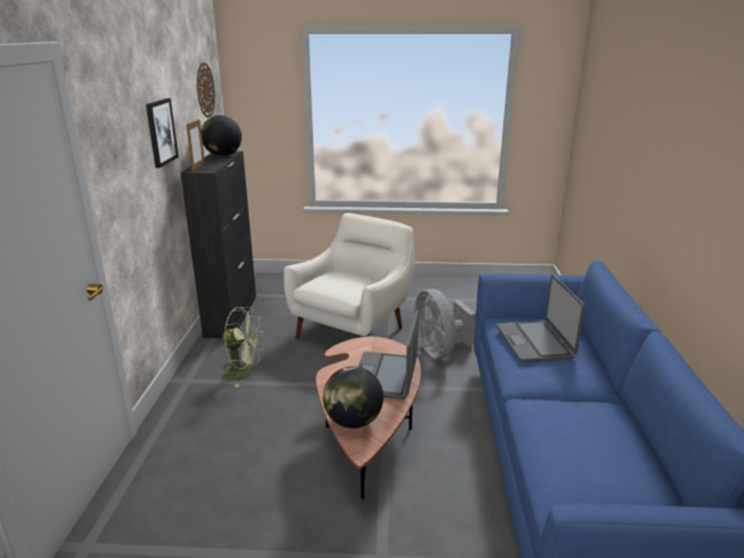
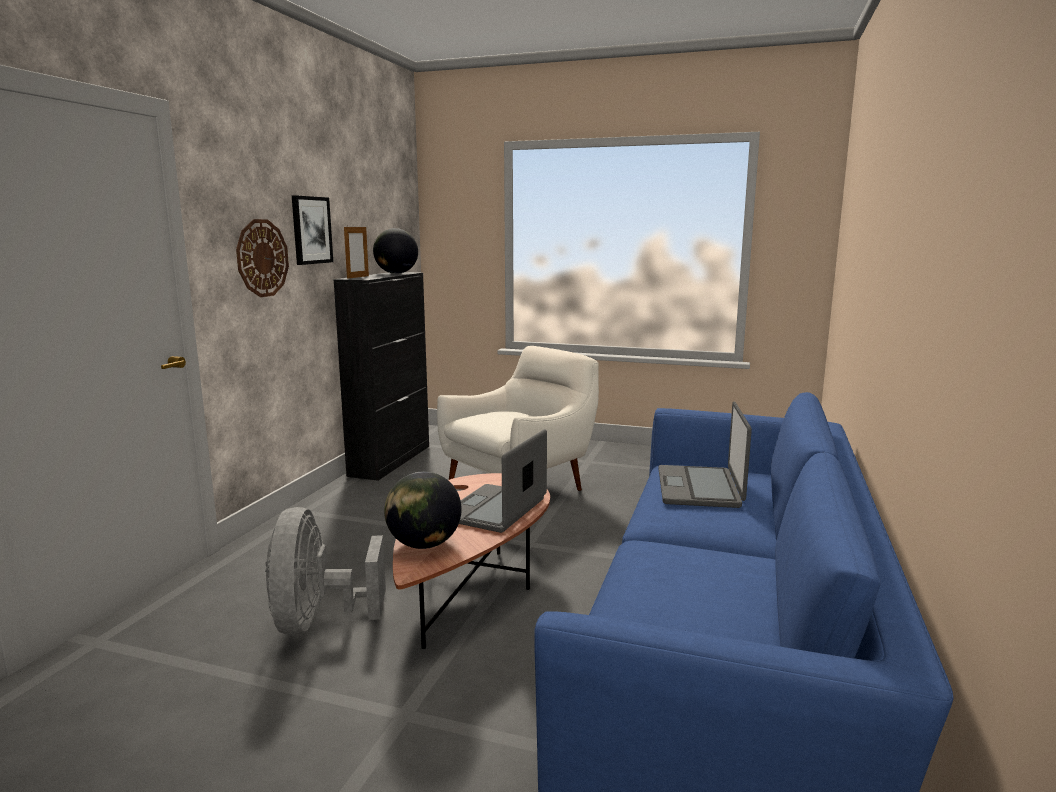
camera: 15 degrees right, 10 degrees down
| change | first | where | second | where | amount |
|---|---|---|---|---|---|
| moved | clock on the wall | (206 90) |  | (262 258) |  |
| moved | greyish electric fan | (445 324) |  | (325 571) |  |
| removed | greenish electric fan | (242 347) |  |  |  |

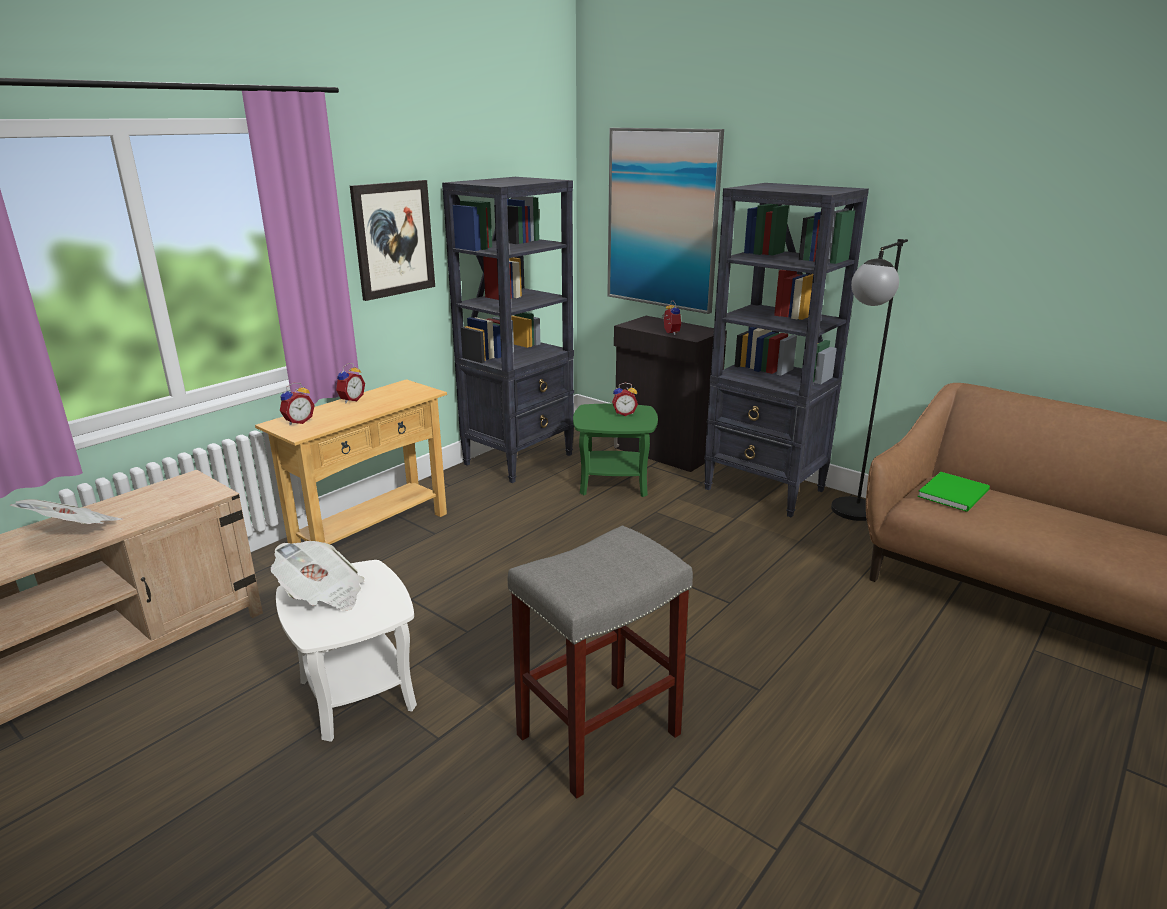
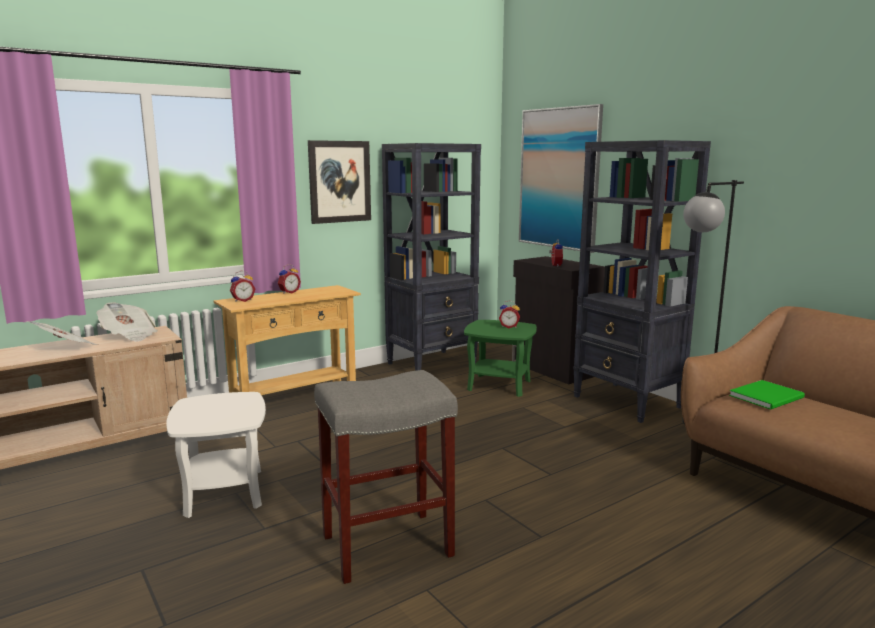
camera: 15 degrees right, 10 degrees down
| change | first | where | second | where | amount |
|---|---|---|---|---|---|
| moved | newspaper | (317 576) |  | (127 322) |  |

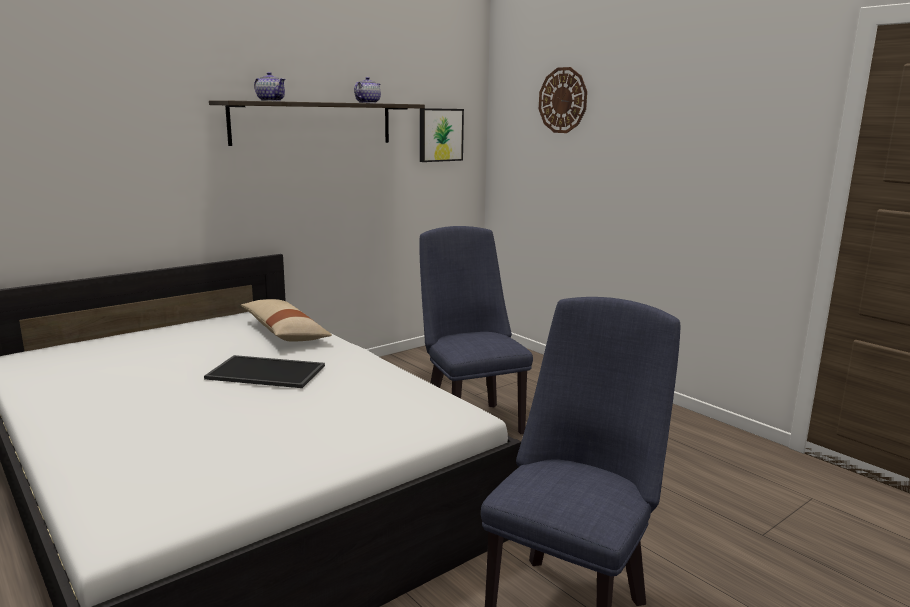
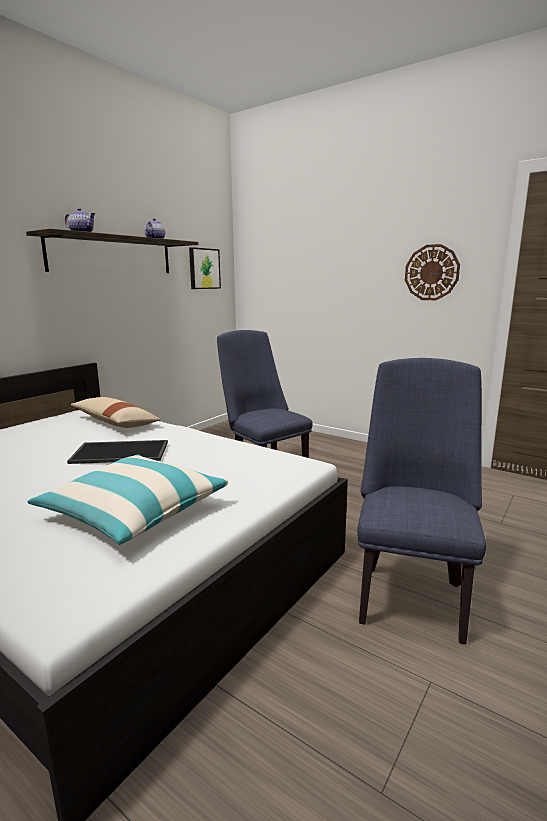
camera: 15 degrees left, 0 degrees up
| change | first | where | second | where | amount |
|---|---|---|---|---|---|
| moved | clock on the wall | (563 100) |  | (432 272) |  |
| added |  |  | throw pillow | (127 500) |  |

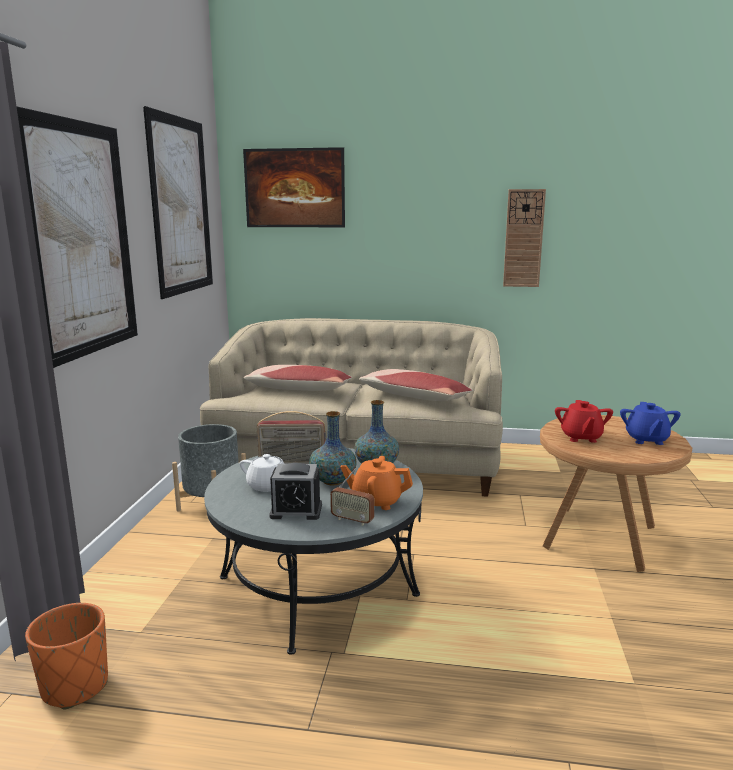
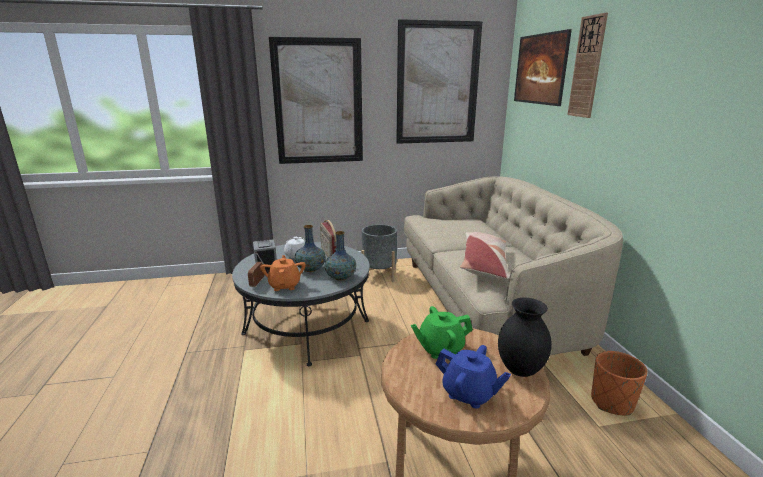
camera: 70 degrees right, 5 degrees up
| change | first | where | second | where | amount |
|---|---|---|---|---|---|
| moved | clock on the wall | (524 238) |  | (587 65) |  |
| removed | throw pillow | (298 378) |  |  |  |
| recoloured | red-coloured teapot | (584 421) | greenish teapot | (442 332) |  |
| turned | blue-coloured teapot | (650 423) |  | (473 376) | 135 degrees counterclockwise |
| moved | orange-coloured plant pot | (66 656) |  | (619 383) |  |
| added |  |  | black-coloured flower vase | (525 337) |  |

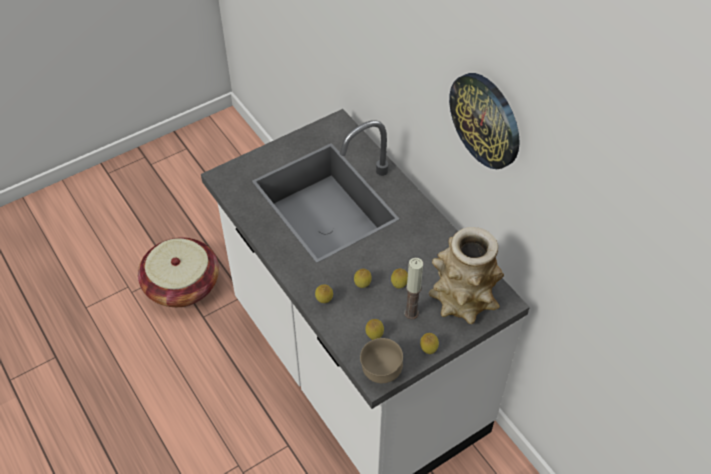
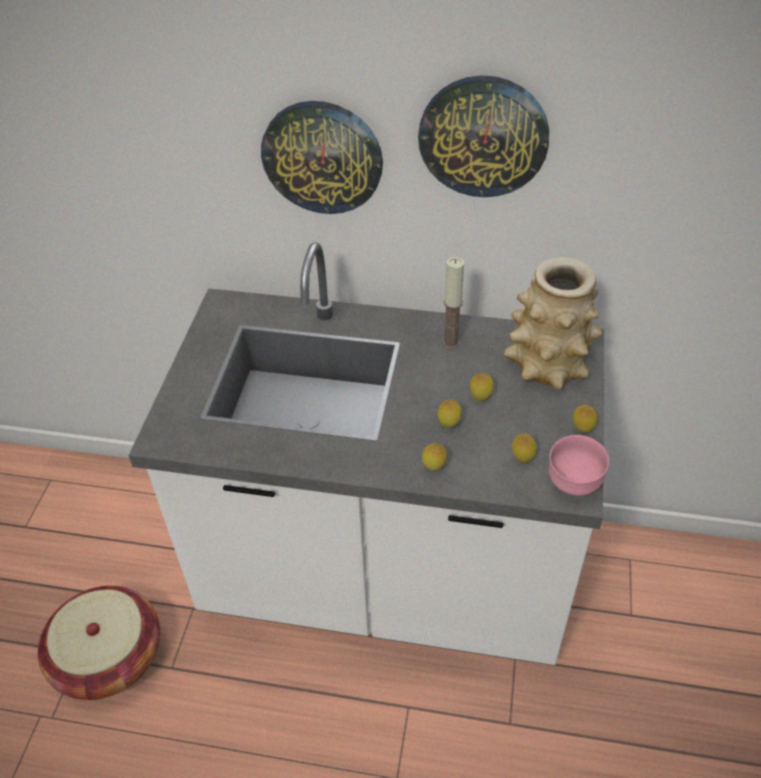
camera: 45 degrees left, 5 degrees down
| change | first | where | second | where | amount |
|---|---|---|---|---|---|
| moved | wax light | (413 289) |  | (453 303) |  |
| recoloured | brown-coloured bowl | (381 360) | pinkish bowl | (579 465) |  |
| added |  |  | clock on the wall | (322 157) |  |

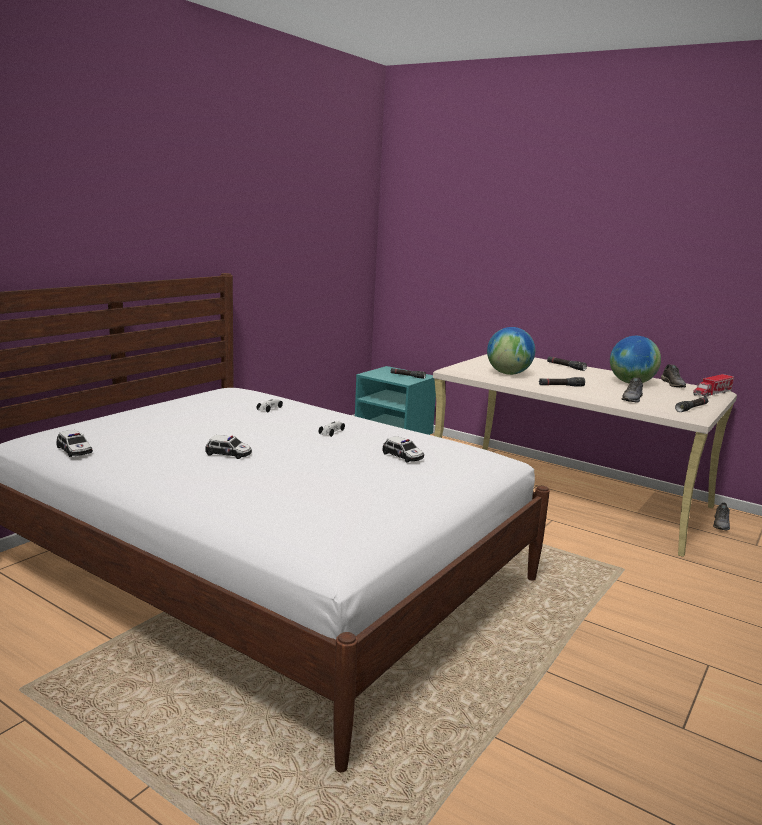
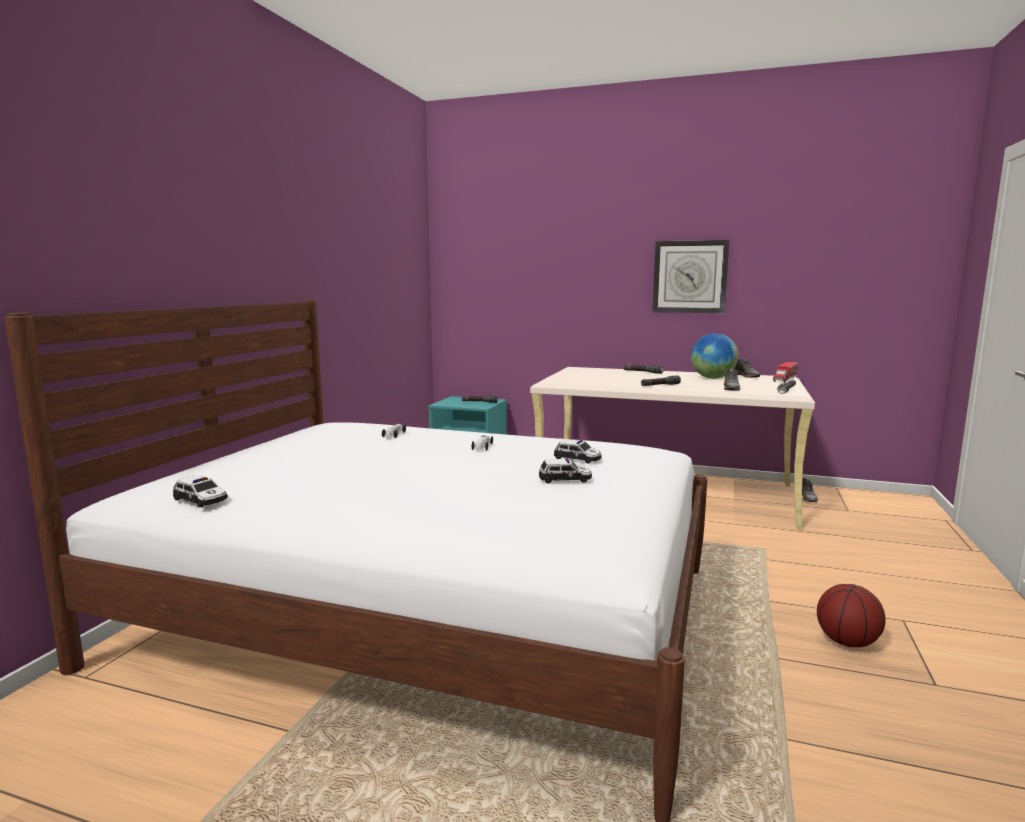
camera: 15 degrees left, 5 degrees down
| change | first | where | second | where | amount |
|---|---|---|---|---|---|
| removed | world globe | (511 351) |  |  |  |
| moved | toy car | (228 447) |  | (565 470) |  |
| added |  |  | clock on the wall | (690 276) |  |
| added |  |  | ball for basketball | (851 615) |  |

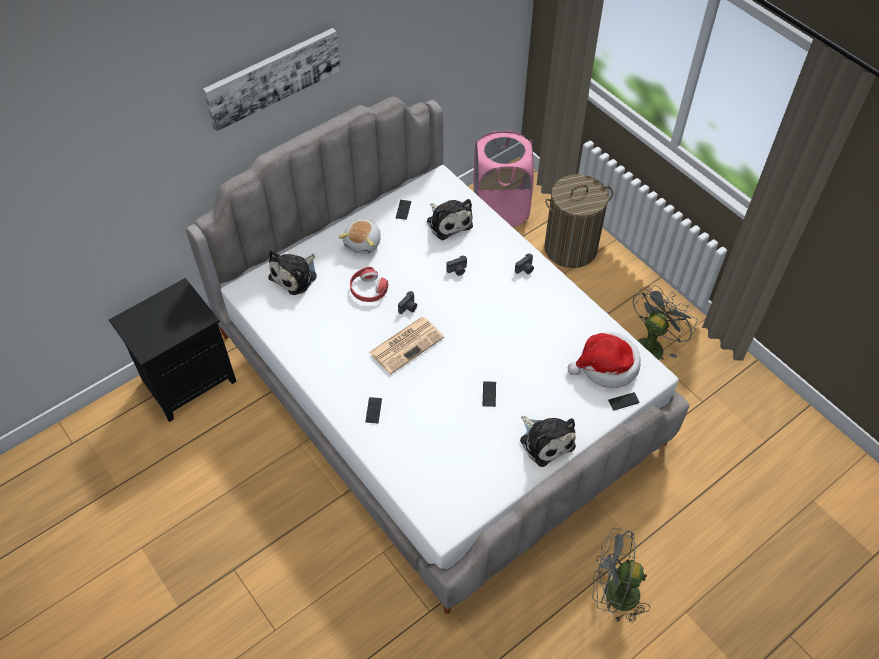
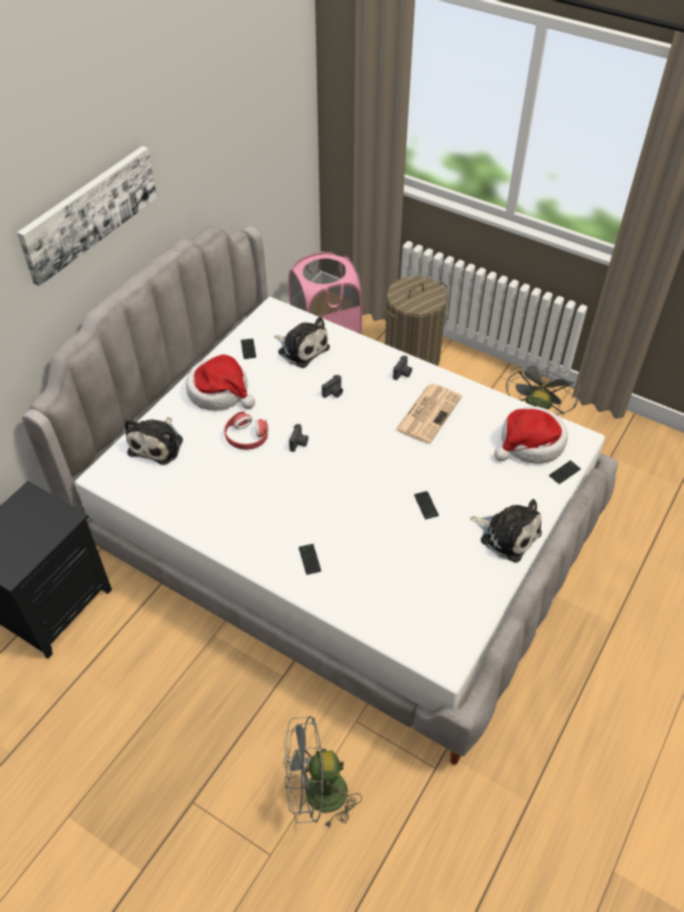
camera: 20 degrees left, 5 degrees down
| change | first | where | second | where | amount |
|---|---|---|---|---|---|
| replaced | cuddly toy | (360 237) | clothing hat | (220 382) |  |
| moved | newspaper | (406 345) |  | (428 414) |  |
| moved | greyish electric fan | (621 575) |  | (323 772) |  |

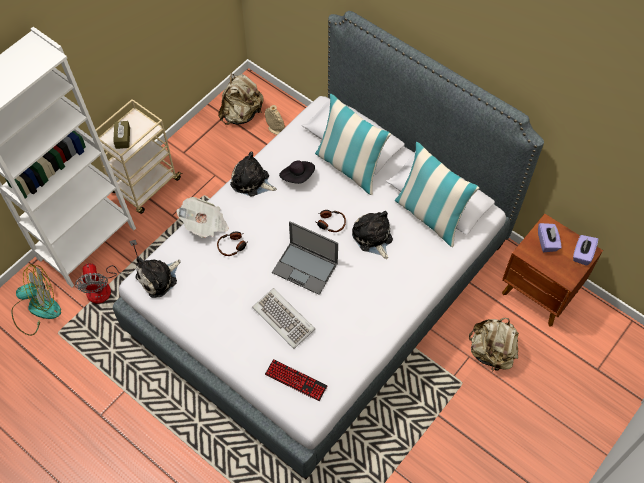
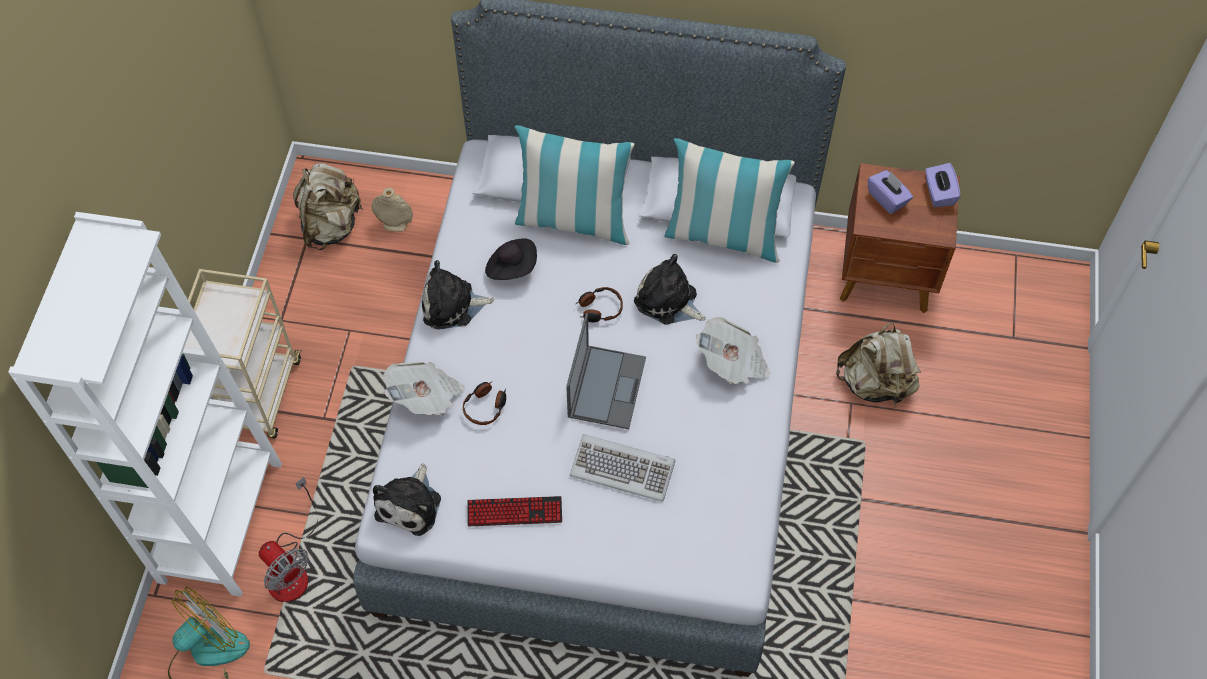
camera: 30 degrees left, 0 degrees up
| change | first | where | second | where | amount |
|---|---|---|---|---|---|
| removed | brown-coloured tissue holder | (121 135) |  |  |  |
| turned | portable computer | (305 258) |  | (606 371) | 75 degrees counterclockwise |
| moved | keyboard | (296 380) |  | (514 511) |  |
| added |  |  | newspaper | (733 351) |  |

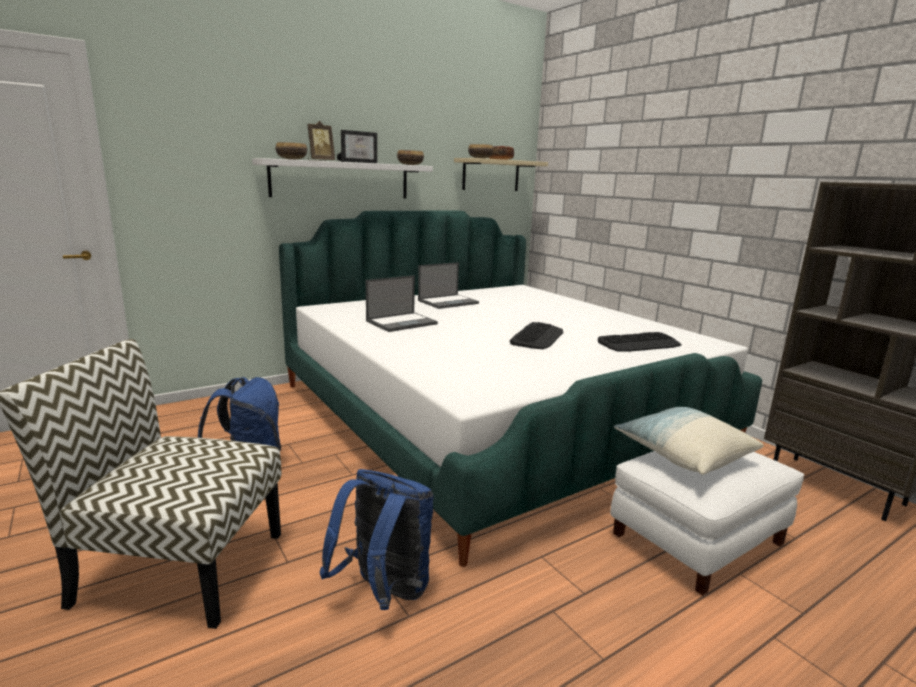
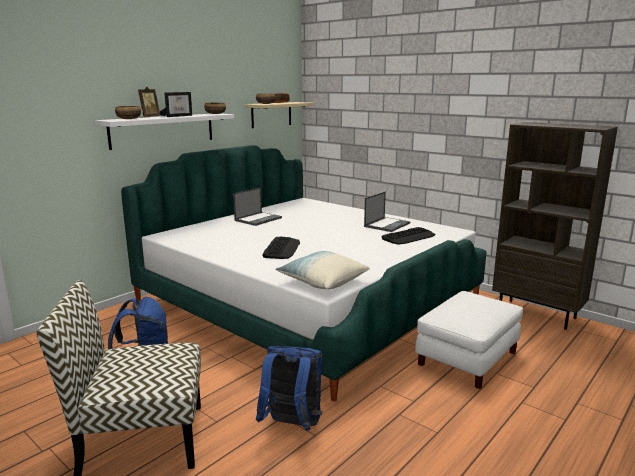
camera: 15 degrees left, 0 degrees up
| change | first | where | second | where | amount |
|---|---|---|---|---|---|
| moved | portable computer | (402 303) |  | (387 212) |  |
| moved | keyboard | (536 335) |  | (281 247) |  |
| moved | throw pillow | (689 441) |  | (322 270) |  |

